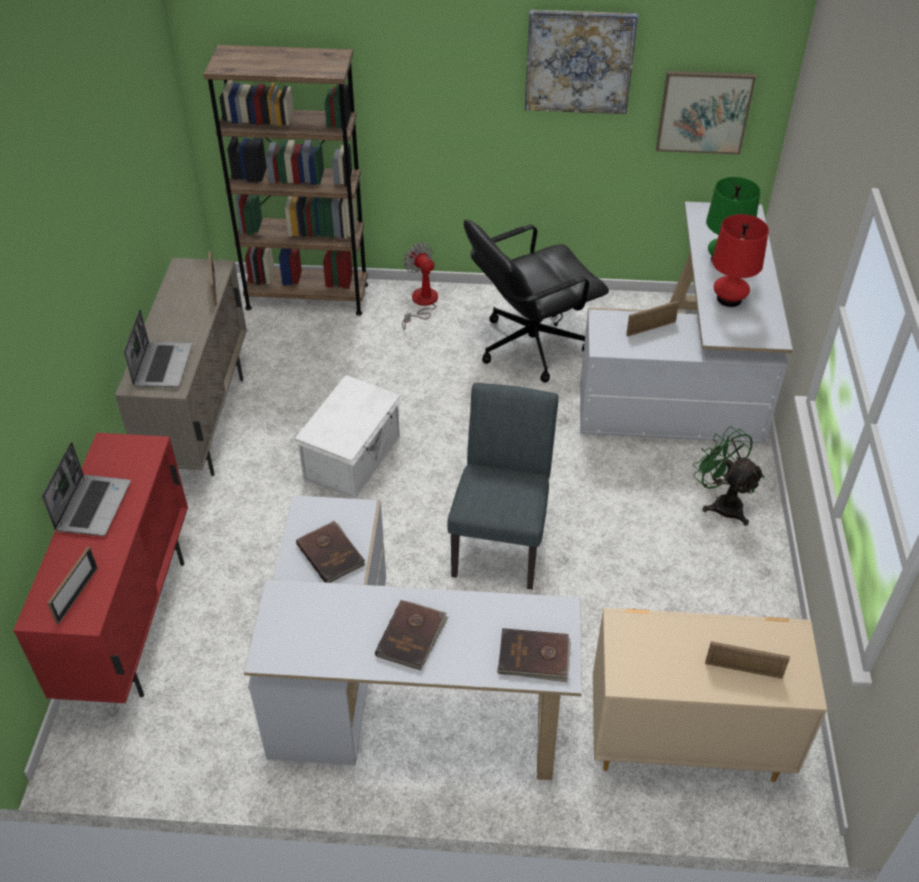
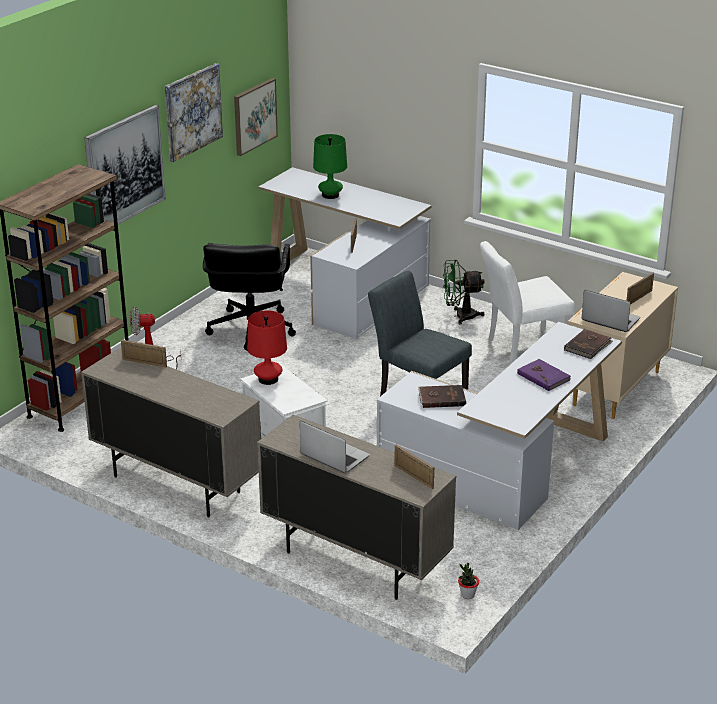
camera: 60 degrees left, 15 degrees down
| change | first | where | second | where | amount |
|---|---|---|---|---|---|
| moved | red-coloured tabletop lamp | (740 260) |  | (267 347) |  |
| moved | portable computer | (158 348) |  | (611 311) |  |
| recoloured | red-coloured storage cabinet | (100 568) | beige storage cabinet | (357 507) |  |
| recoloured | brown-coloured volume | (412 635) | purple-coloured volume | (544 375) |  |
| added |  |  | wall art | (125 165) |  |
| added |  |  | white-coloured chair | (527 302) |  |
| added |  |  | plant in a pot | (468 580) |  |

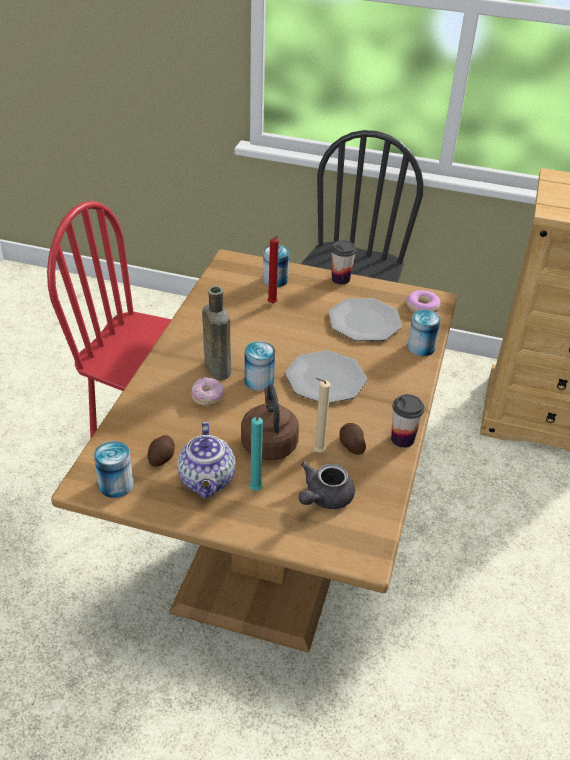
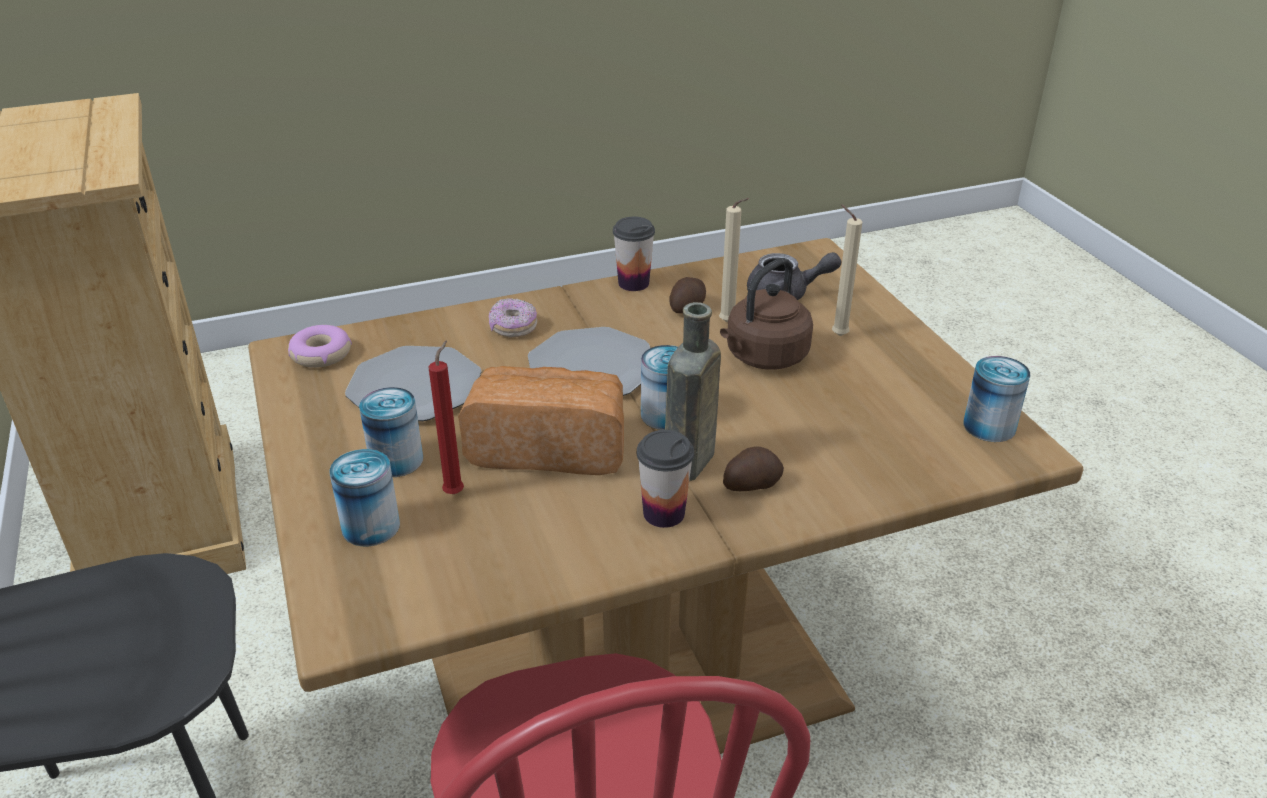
camera: 125 degrees left, 5 degrees down
| change | first | where | second | where | amount |
|---|---|---|---|---|---|
| moved | cup | (343 262) |  | (665 479) |  |
| moved | can | (424 333) |  | (391 432) |  |
| moved | doughnut | (207 391) |  | (513 317) |  |
| recoloured | blue-green wax light | (258 449) | beige wax light | (847 270) |  |
| removed | teapot | (206 460) |  |  |  |
| moved | spud | (161 451) |  | (753 468) |  |
| added |  |  | bread | (541 420) |  |

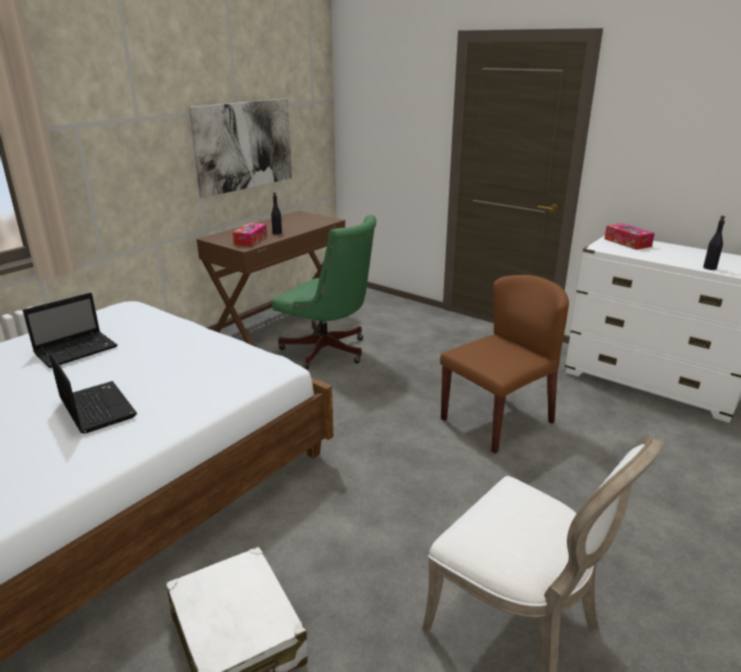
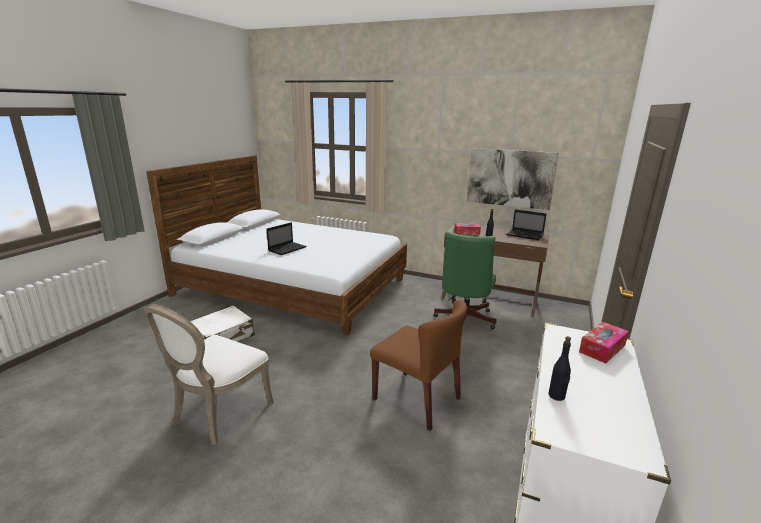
camera: 75 degrees right, 5 degrees down
| change | first | where | second | where | amount |
|---|---|---|---|---|---|
| moved | portable computer | (70 330) |  | (527 224) |  |

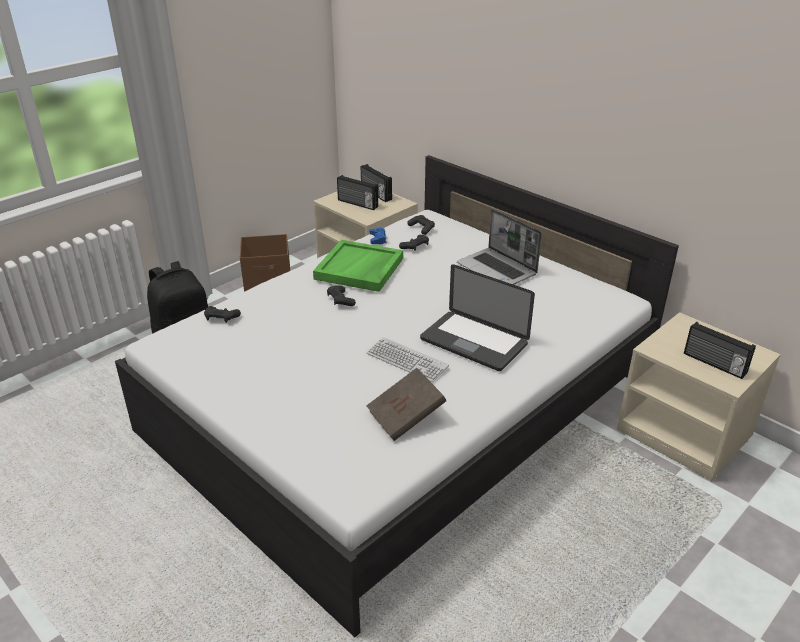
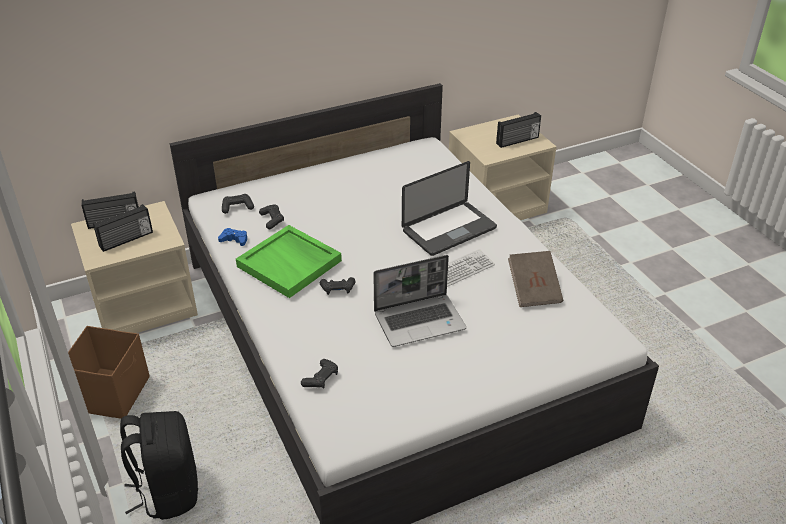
camera: 70 degrees left, 5 degrees up
| change | first | where | second | where | amount |
|---|---|---|---|---|---|
| moved | portable computer | (499 247) |  | (419 301) |  |

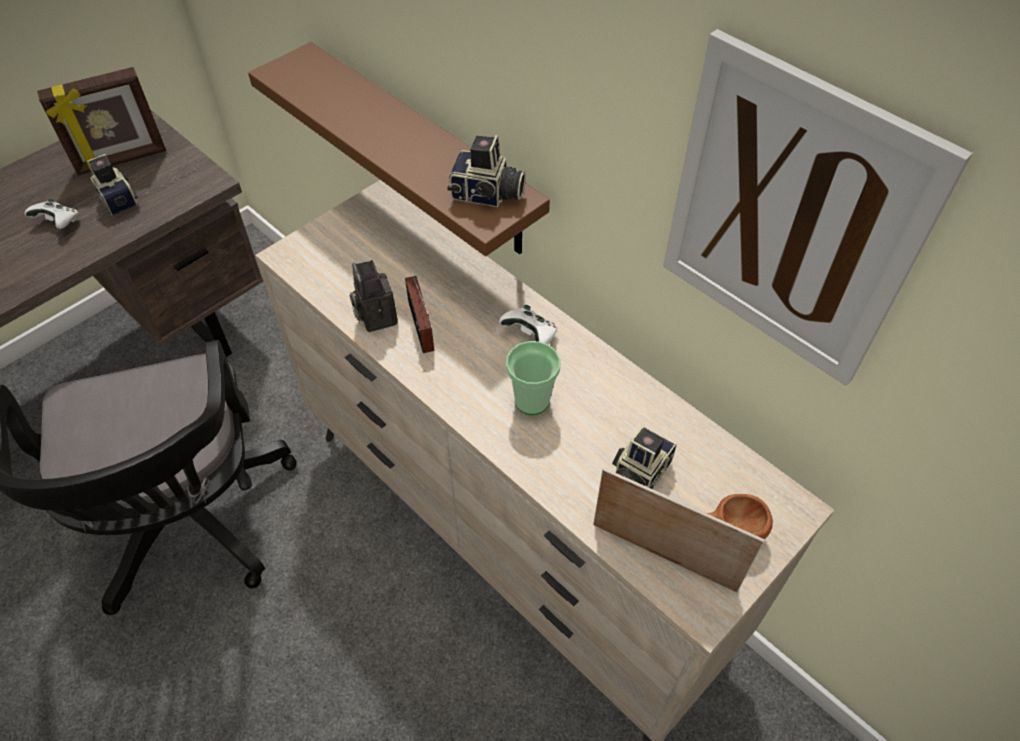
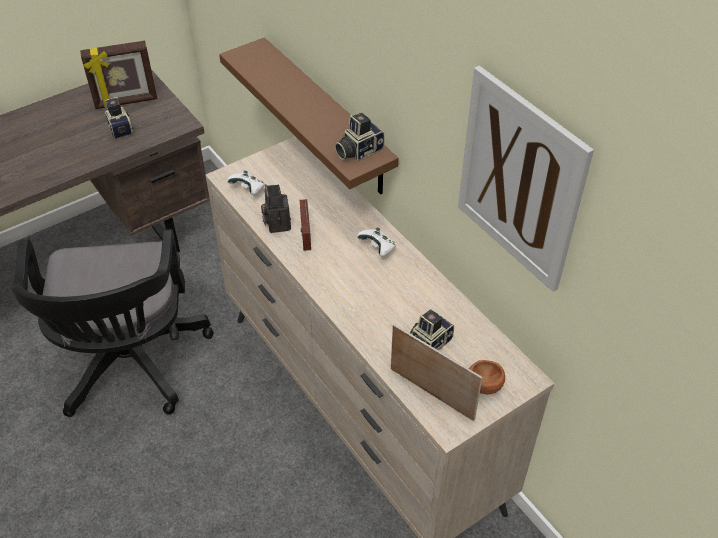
camera: 10 degrees right, 5 degrees down
| change | first | where | second | where | amount |
|---|---|---|---|---|---|
| turned | photo camera | (486 171) |  | (359 137) | 120 degrees clockwise |
| moved | white-coloured game controller | (52 214) |  | (246 182) |  |
| removed | cup | (533 378) |  |  |  |

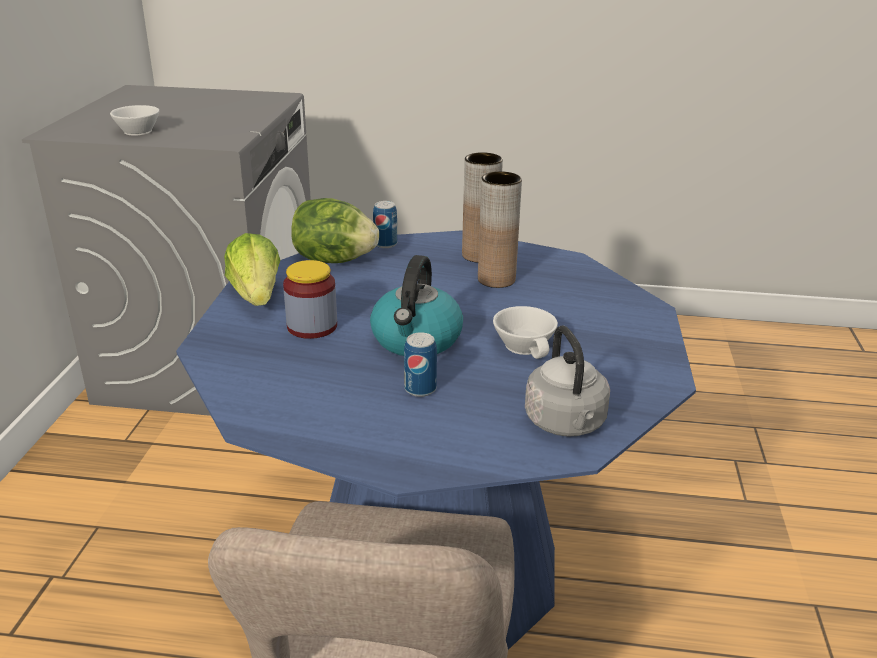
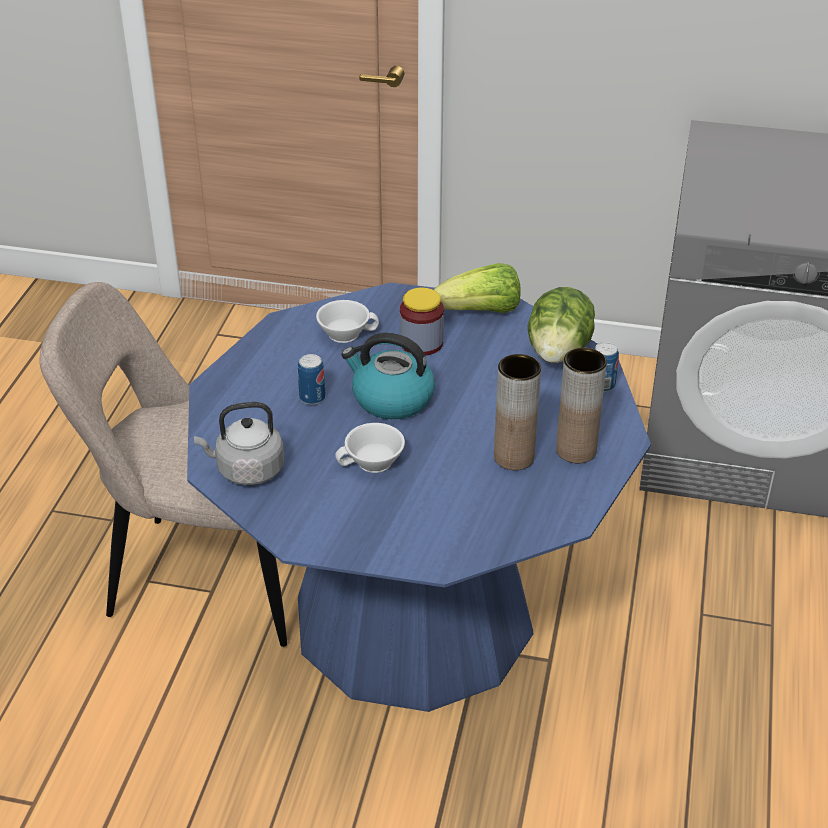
camera: 95 degrees right, 10 degrees up
| change | first | where | second | where | amount |
|---|---|---|---|---|---|
| moved | white-coloured cup | (134 120) |  | (347 321) |  |

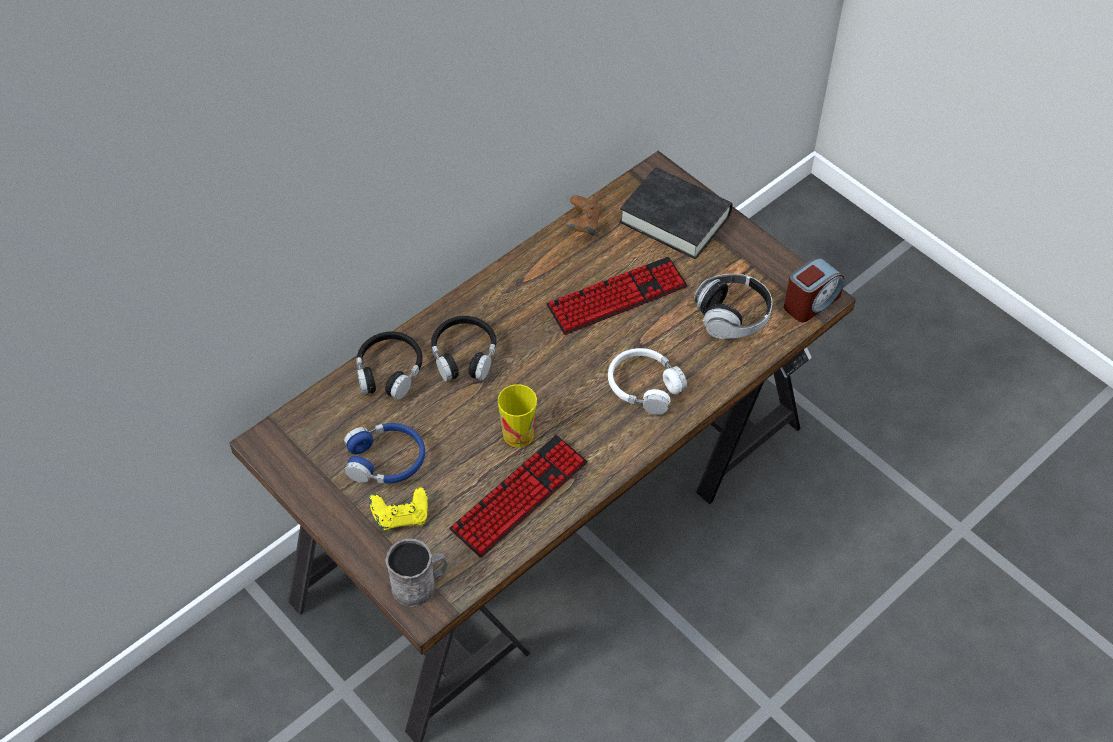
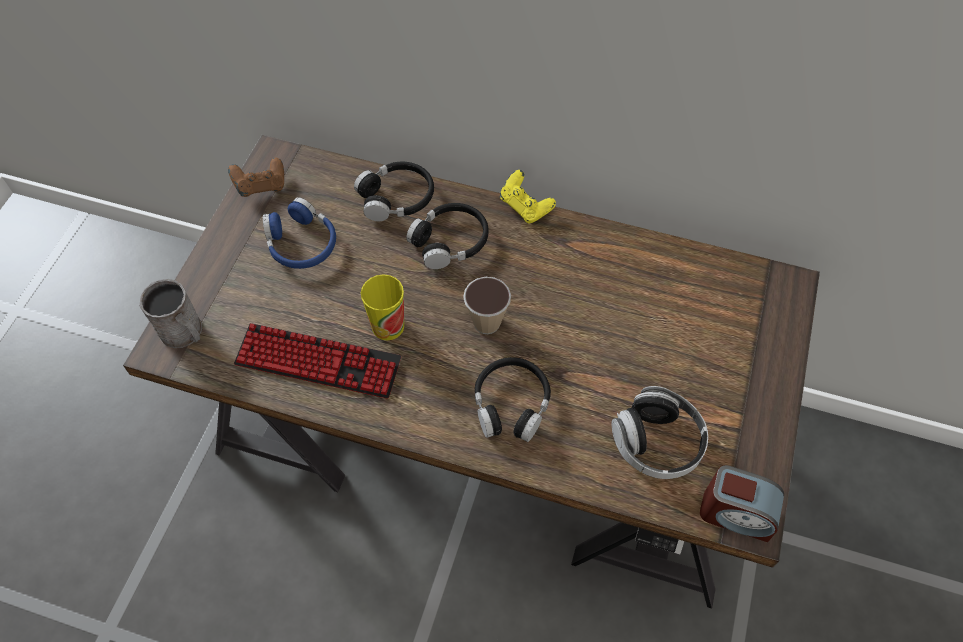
camera: 60 degrees right, 5 degrees up
| change | first | where | second | where | amount |
|---|---|---|---|---|---|
| removed | black-coloured volume | (676 213) |  |  |  |
| moved | brown-coloured game controller | (583 215) |  | (256 177) |  |
| removed | keyboard | (617 296) |  |  |  |
| recoloured | white-coloured headset | (647 381) | black-coloured headset | (513 399) |  |
| moved | yellow game controller | (398 508) |  | (528 197) |  |
| added |  |  | cup | (487 305) |  |

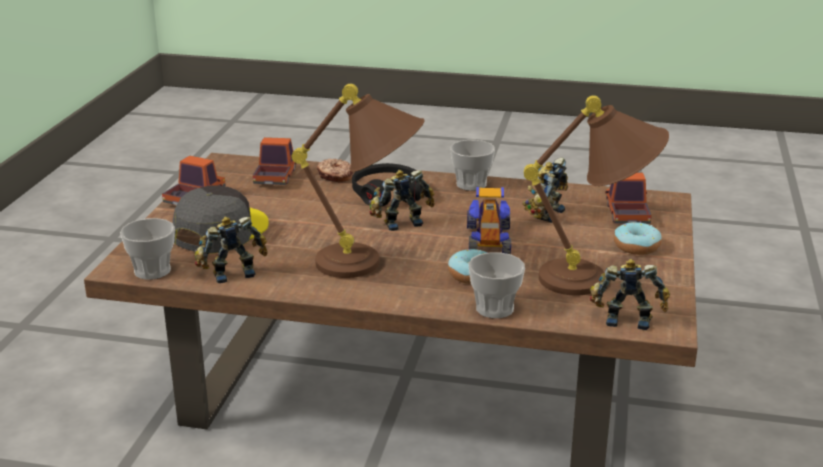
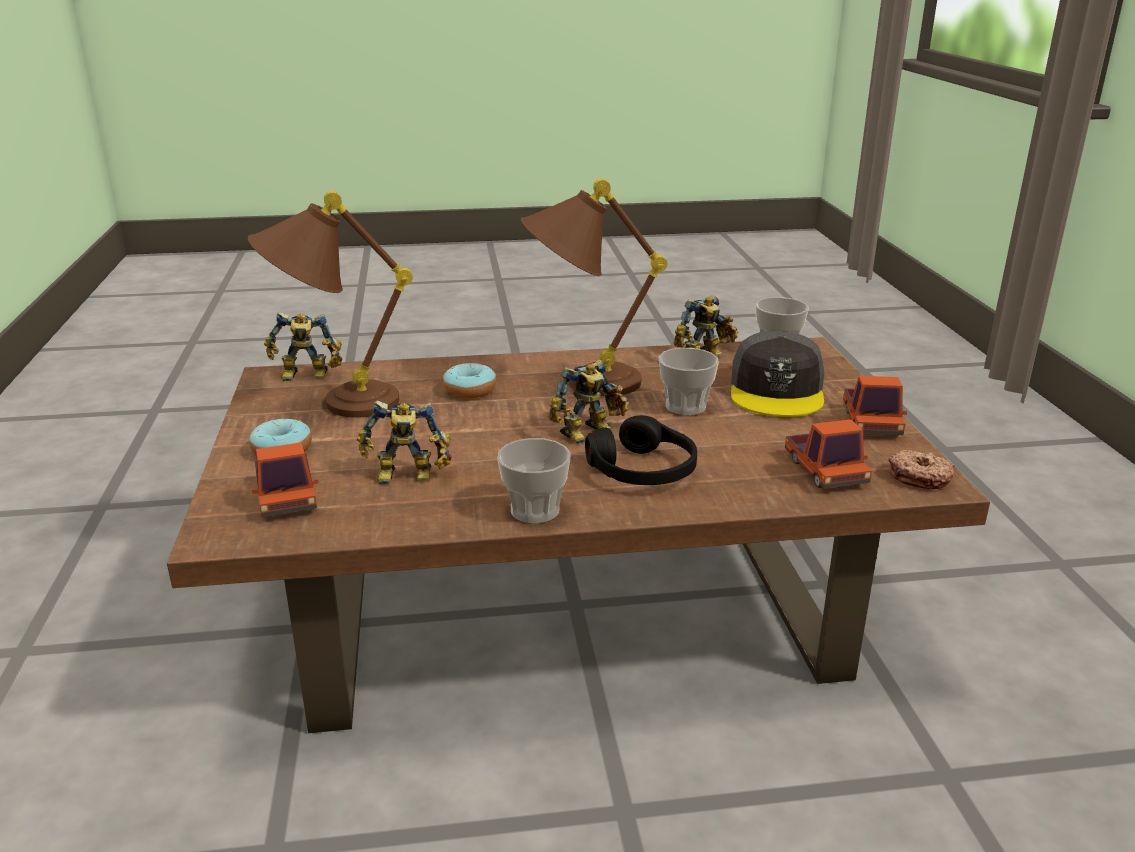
camera: 160 degrees right, 0 degrees up
| change | first | where | second | where | amount |
|---|---|---|---|---|---|
| turned | model robot | (545 190) |  | (404 443) | 75 degrees clockwise |
| moved | doughnut | (335 170) |  | (921 469) |  |
| removed | toy car | (489 220) |  |  |  |
| moved | cup | (496 285) |  | (688 381) |  |

